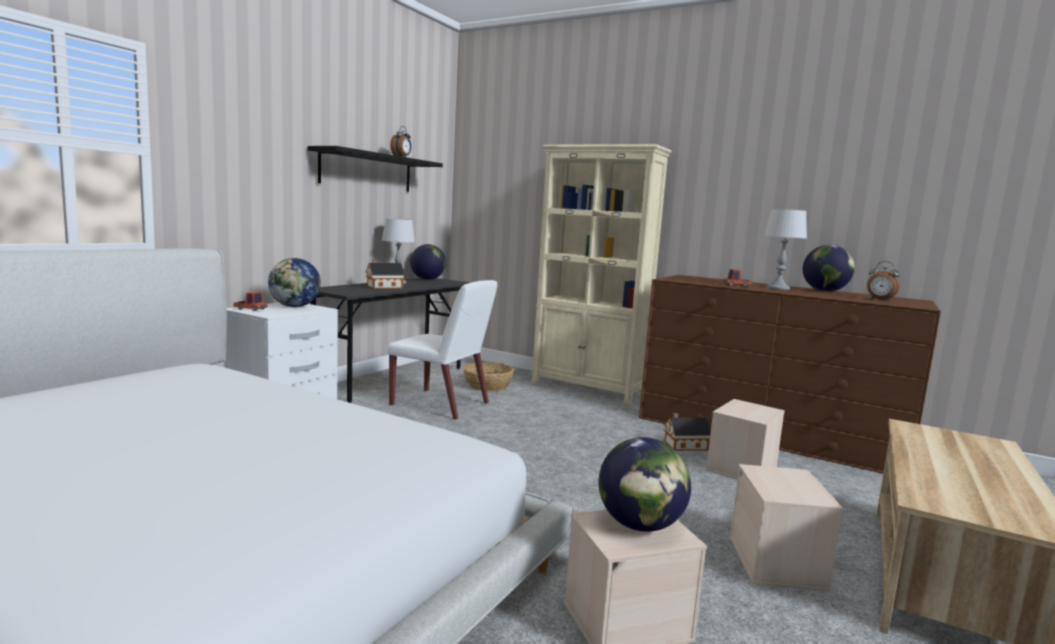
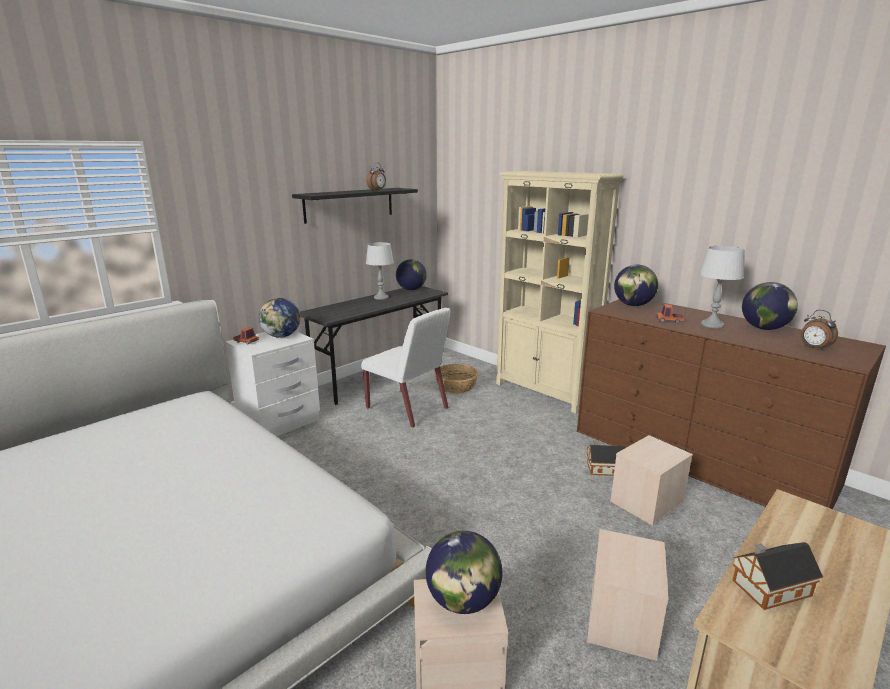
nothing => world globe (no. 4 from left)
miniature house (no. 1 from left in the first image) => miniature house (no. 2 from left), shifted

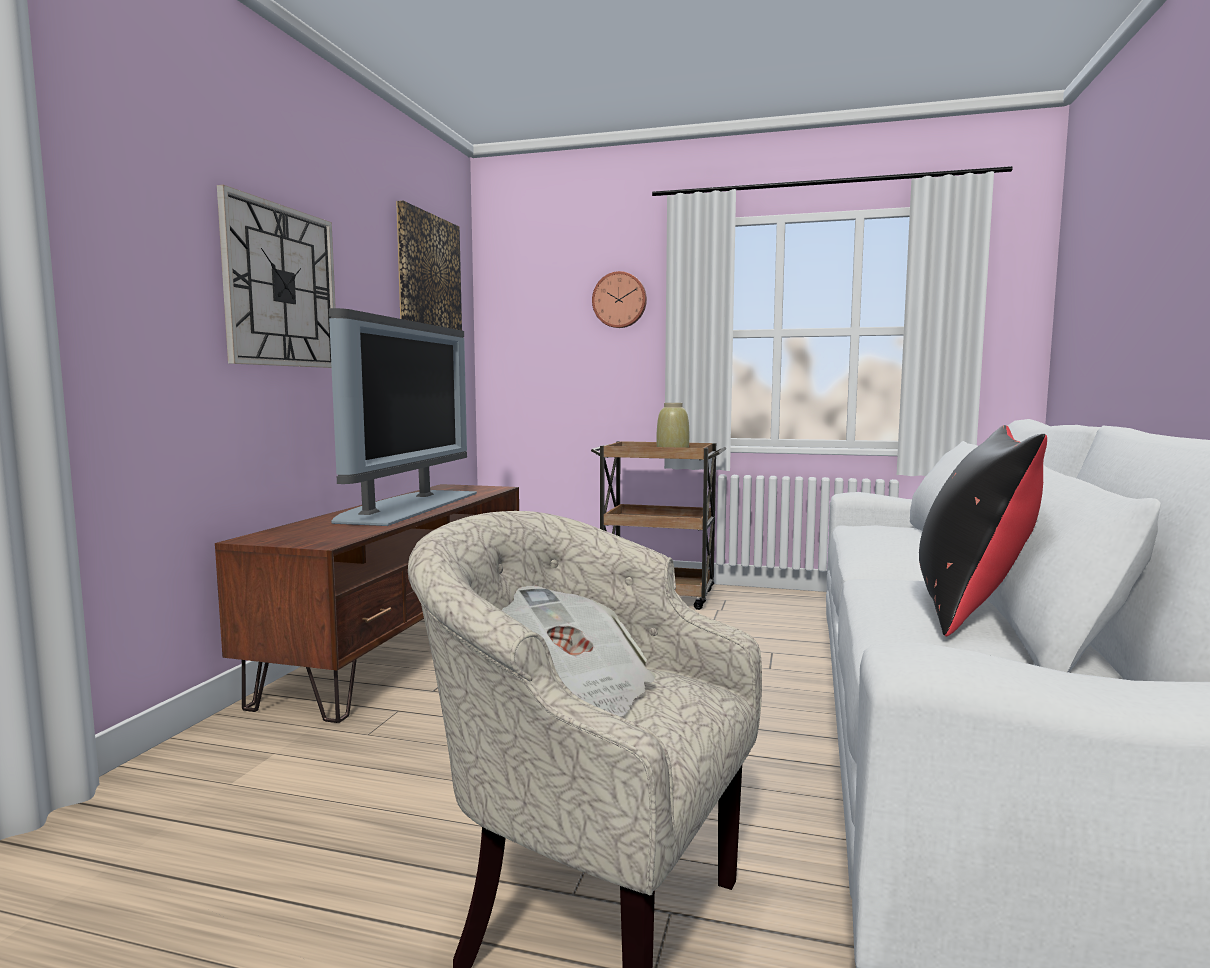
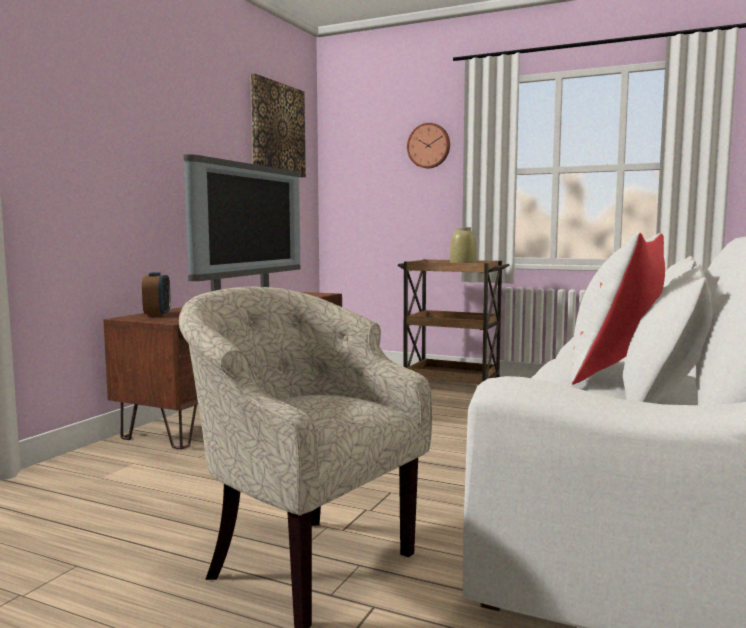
nothing => bedside clock
blackish throw pillow => white throw pillow
wall clock (no. 1 from left) => nothing
newspaper => nothing

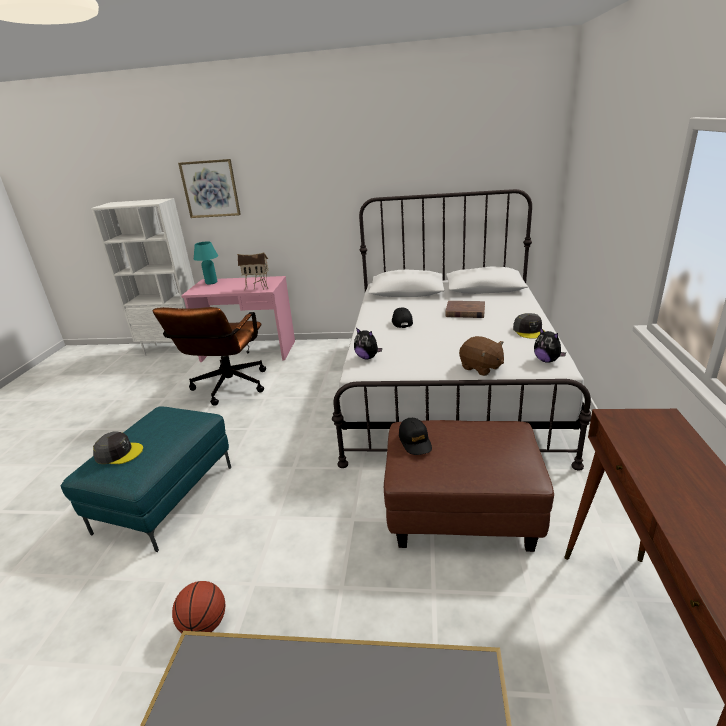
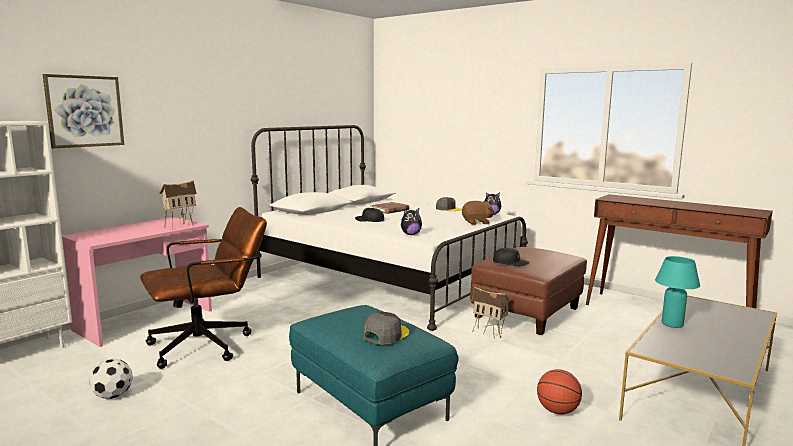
nothing => football
brown-coloured office chair, 75 degrees counterclockwise
nothing => miniature house (no. 2 from left)
turquoise table lamp, shifted

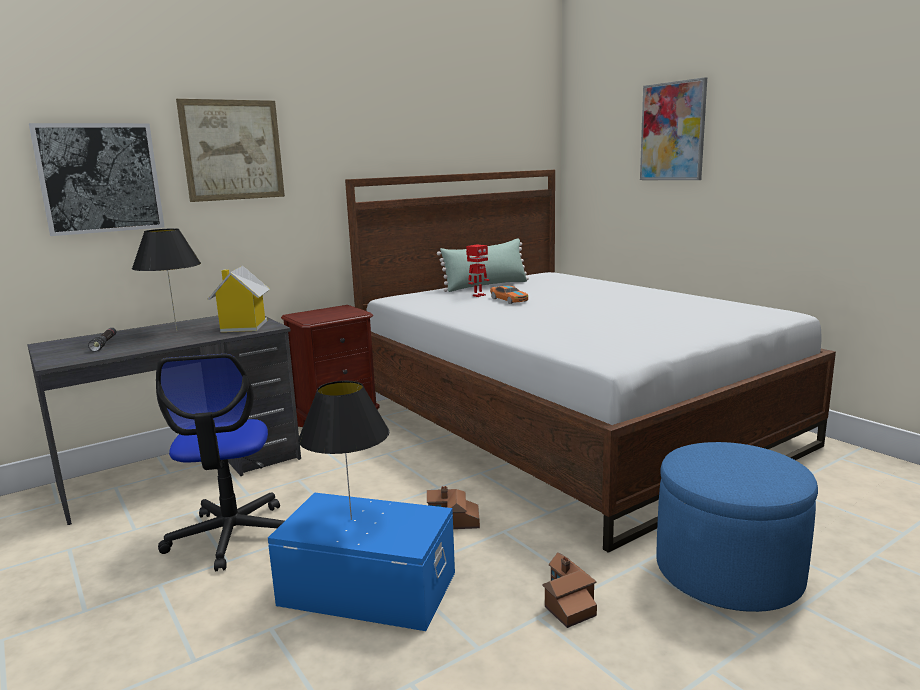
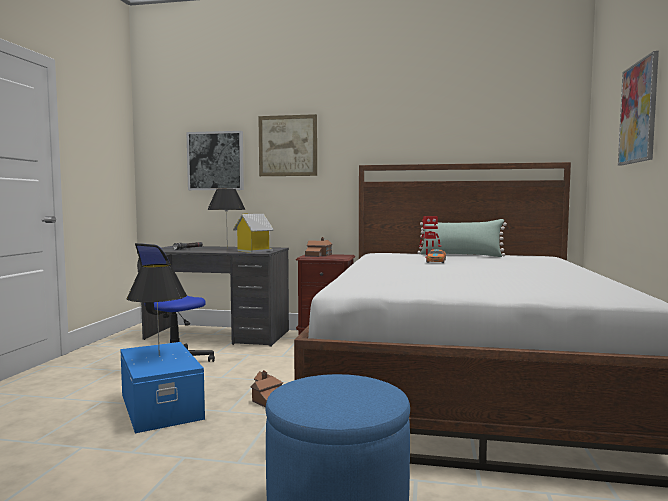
miniature house (no. 3 from left), shifted

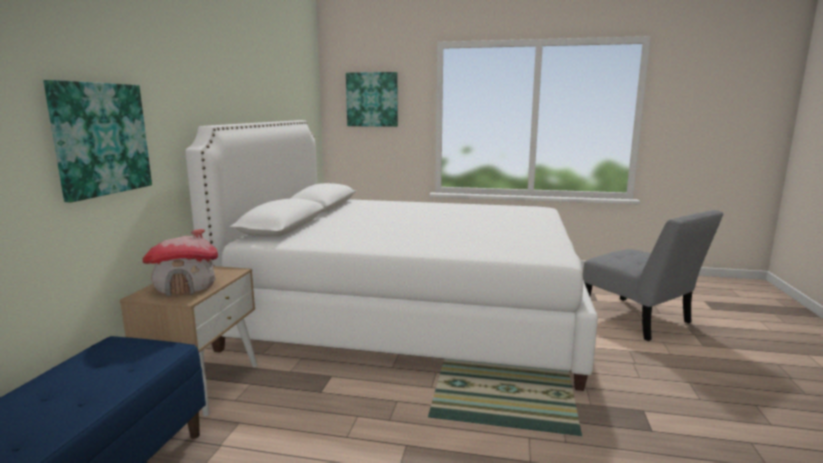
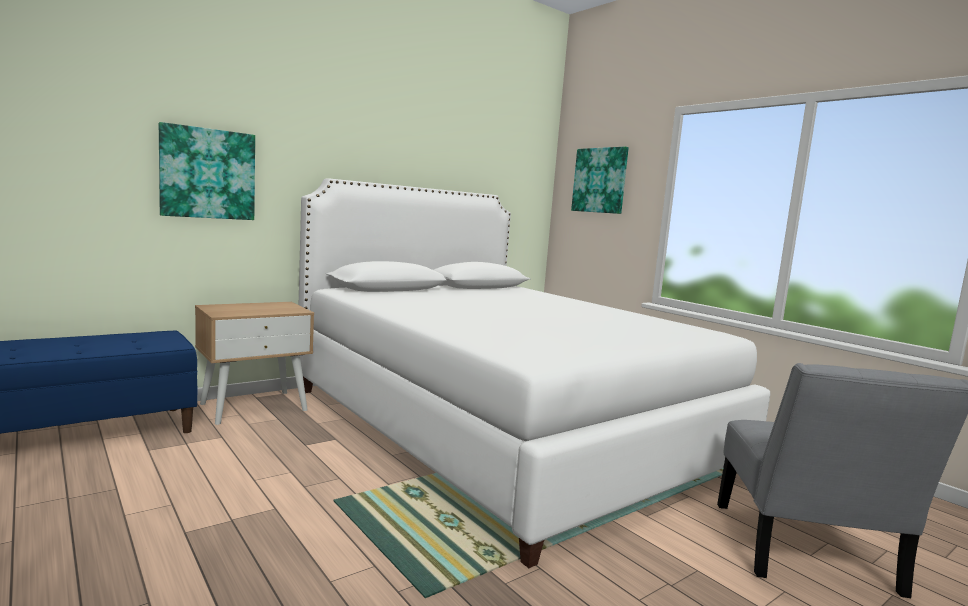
miniature house => nothing

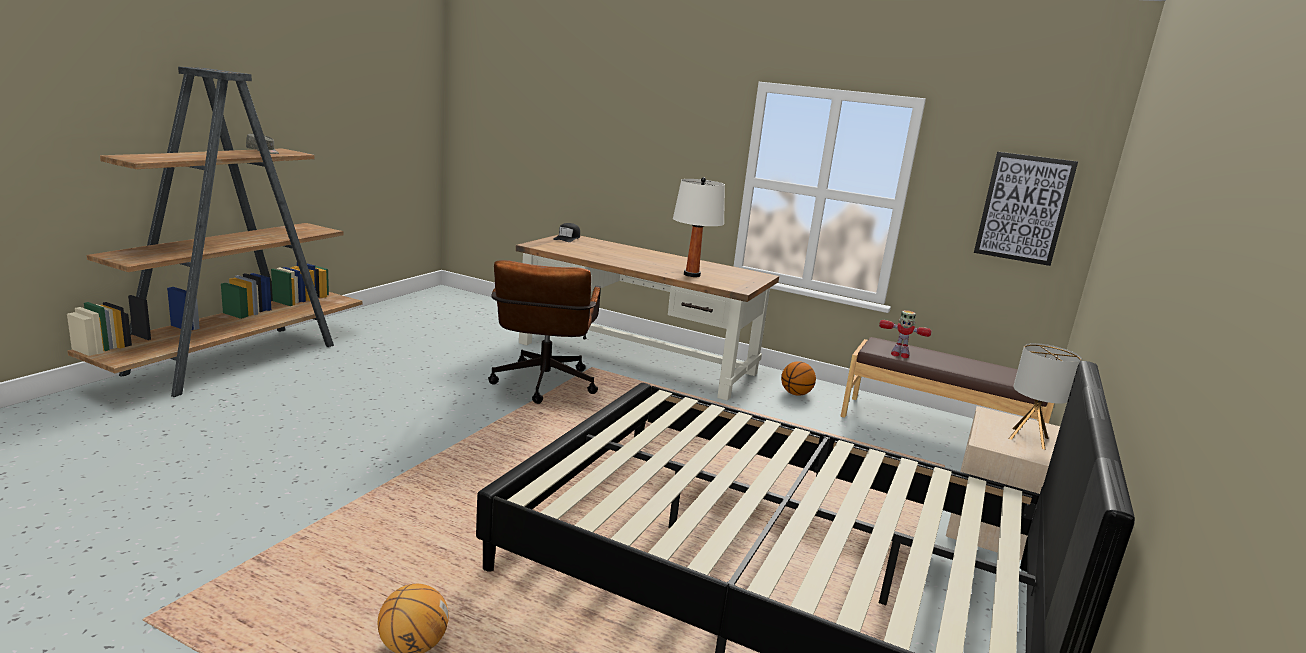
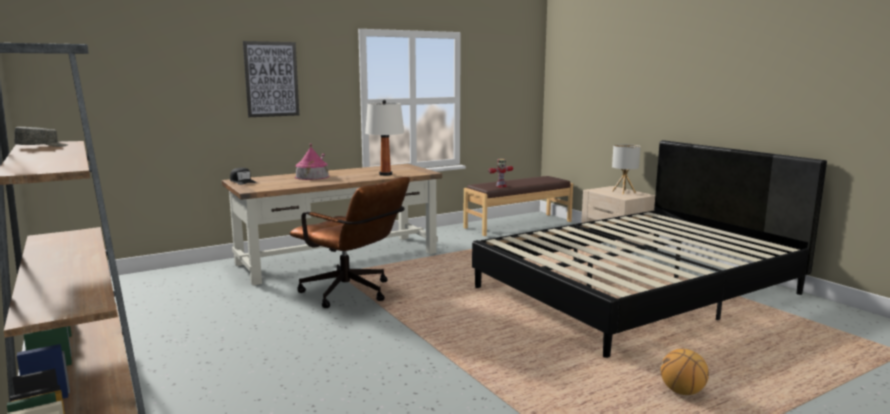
wall art, shifted
nothing => miniature house
ball for basketball (no. 2 from left) => nothing

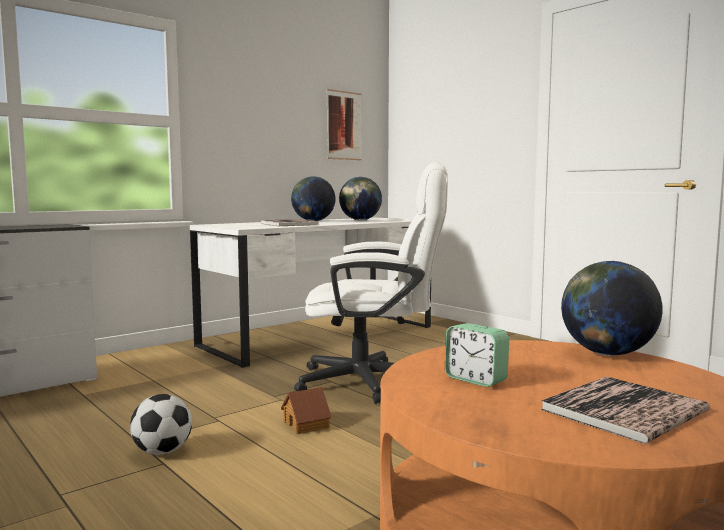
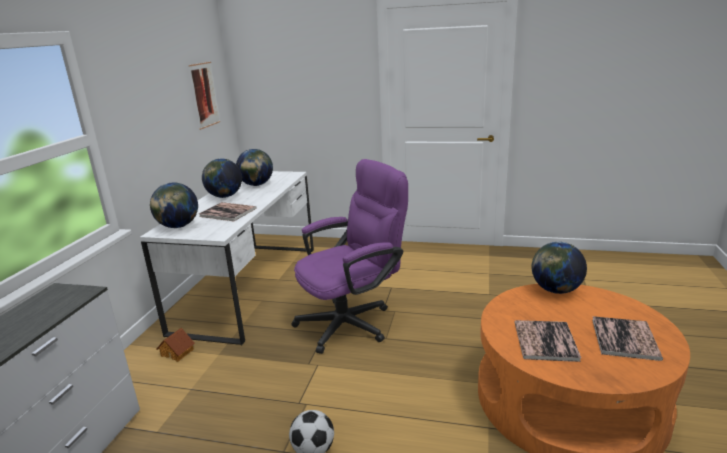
nothing => world globe (no. 1 from left)
miniature house, shifted
white office chair => purplish office chair
bedside clock => bound book (no. 2 from left)

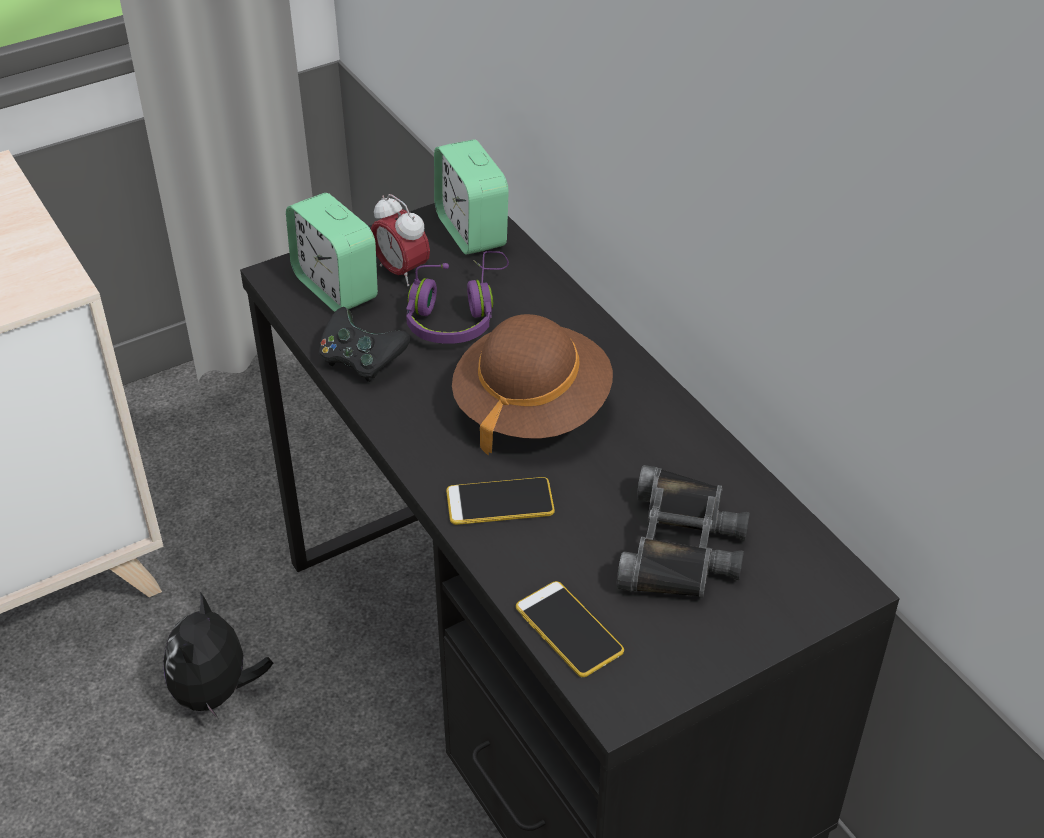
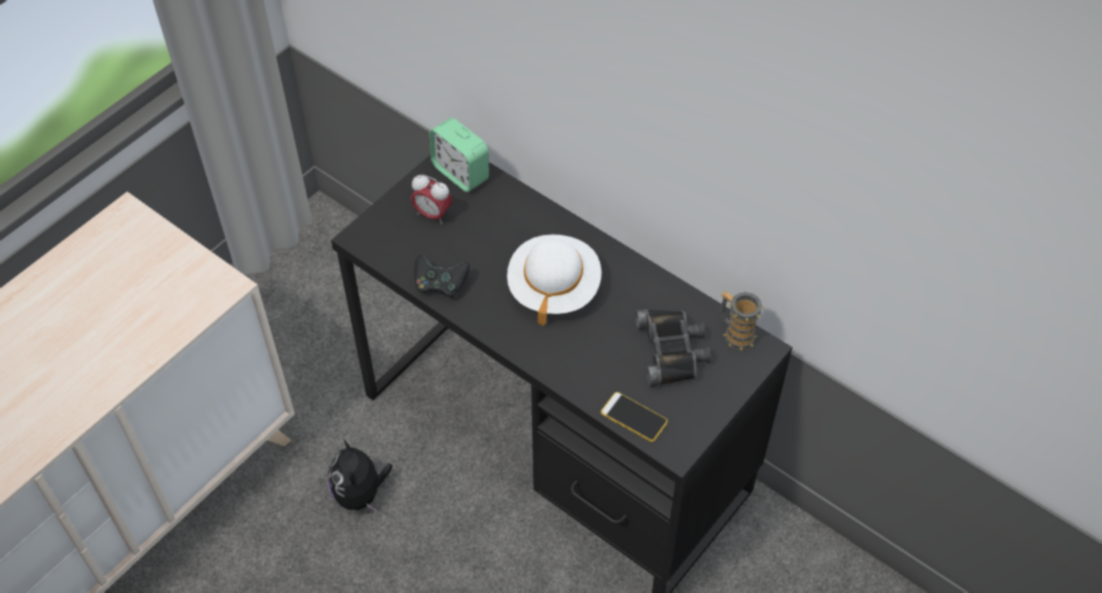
brown-coloured clothing hat => white clothing hat
nothing => tea mug
bedside clock (no. 1 from left) => nothing
purplish headset => nothing
handset (no. 1 from left) => nothing

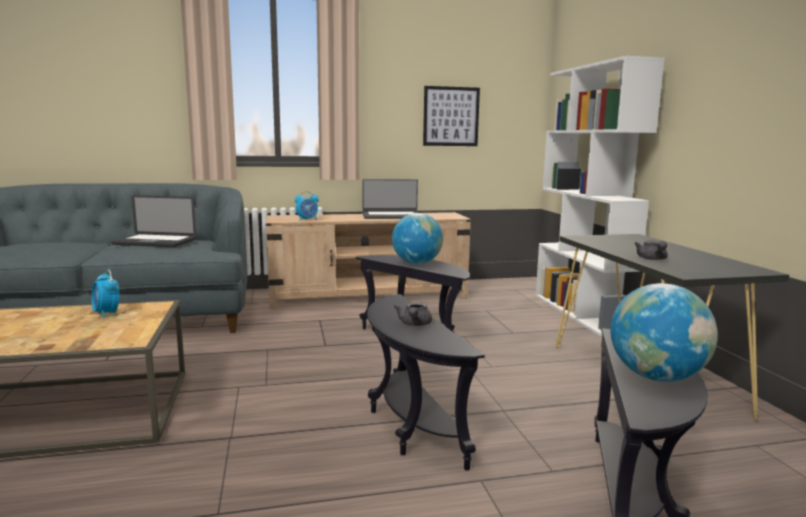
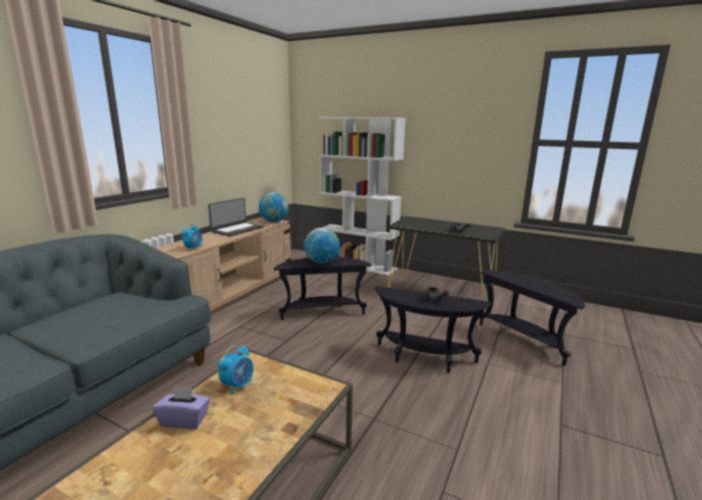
nothing => purplish tissue holder
bedside clock (no. 1 from left in the first image) => bedside clock (no. 2 from left), 60 degrees counterclockwise
world globe (no. 2 from left in the first image) => world globe (no. 1 from left), shifted
laptop (no. 1 from left) => nothing
wall art => nothing

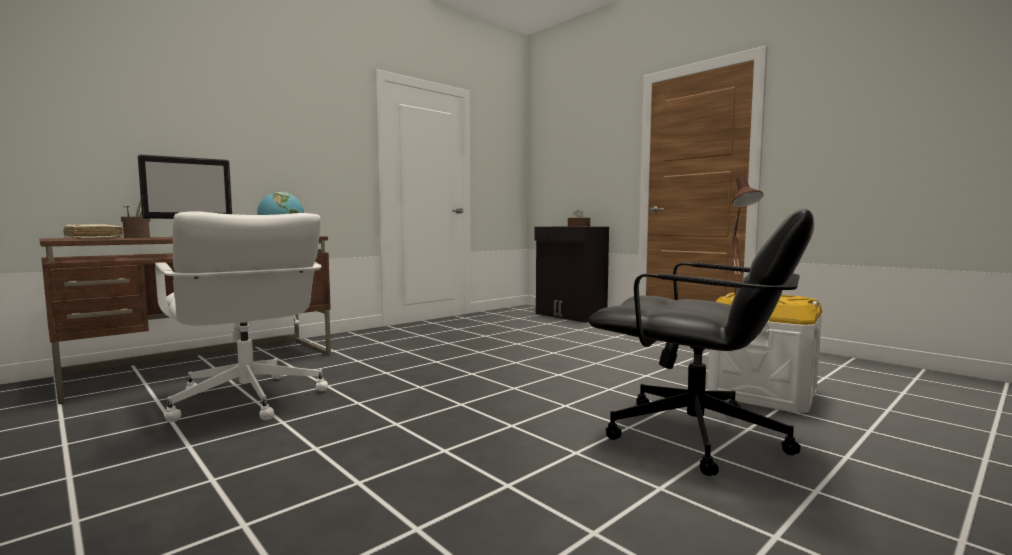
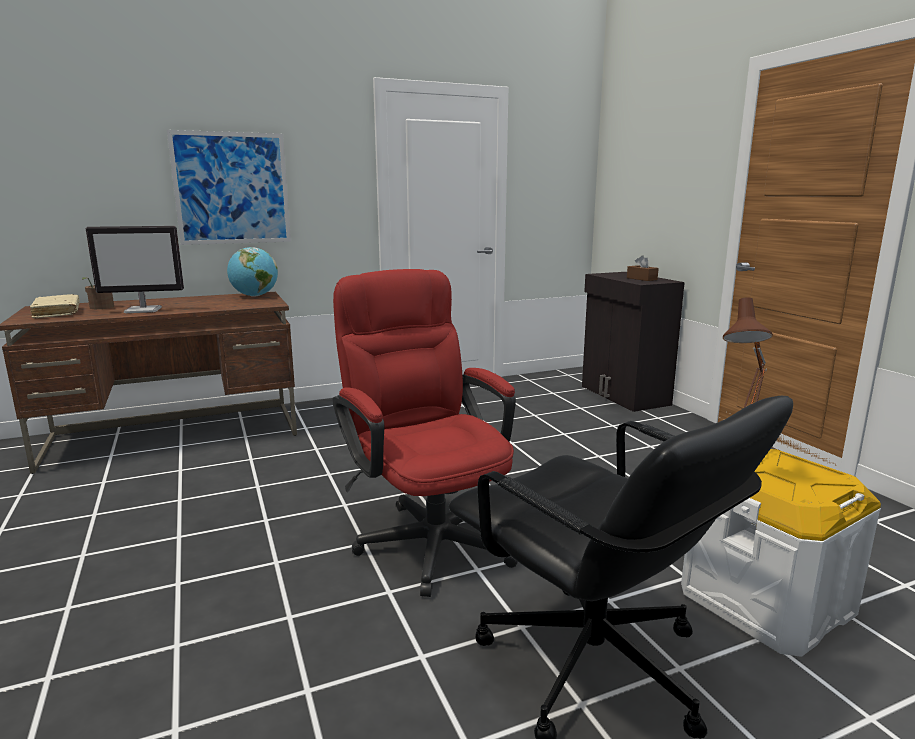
nothing => wall art
nothing => reddish office chair
white office chair => nothing

